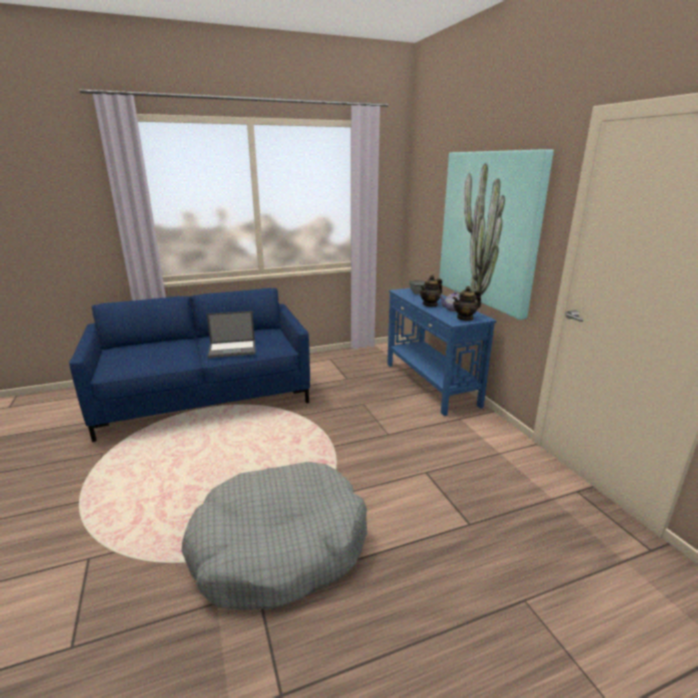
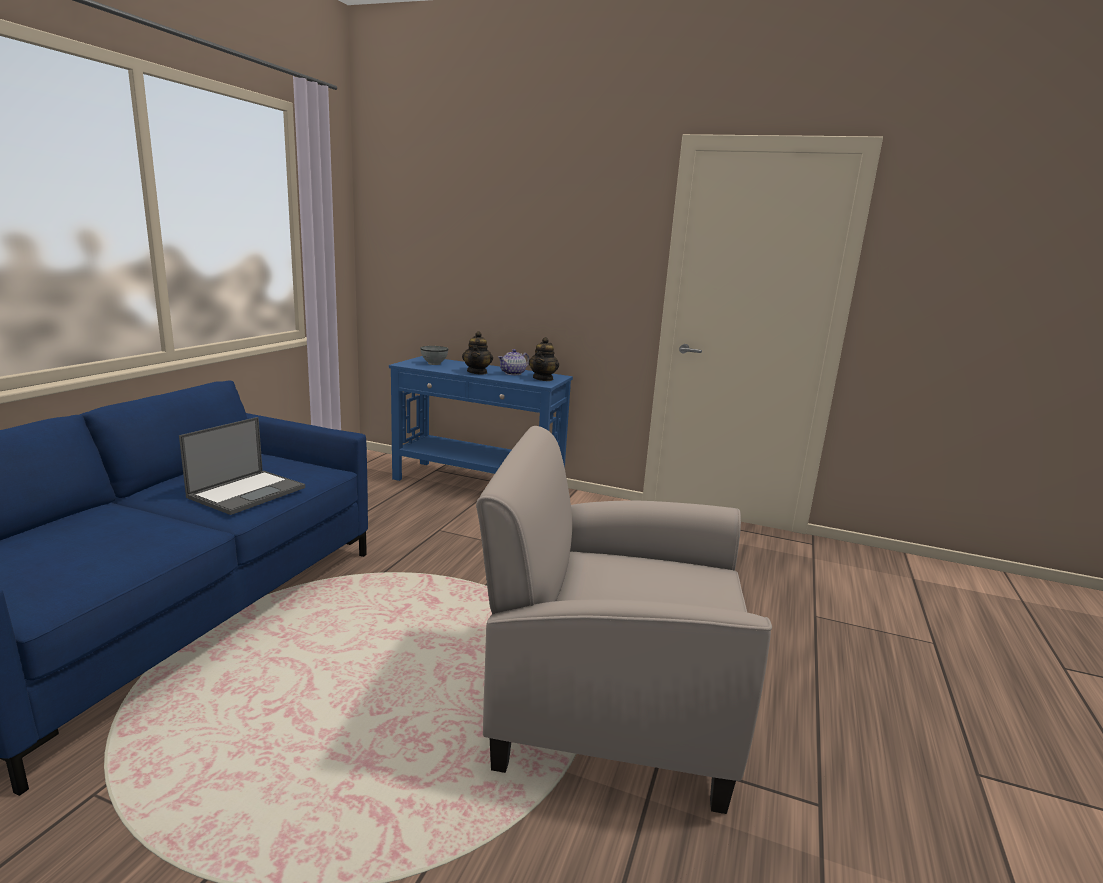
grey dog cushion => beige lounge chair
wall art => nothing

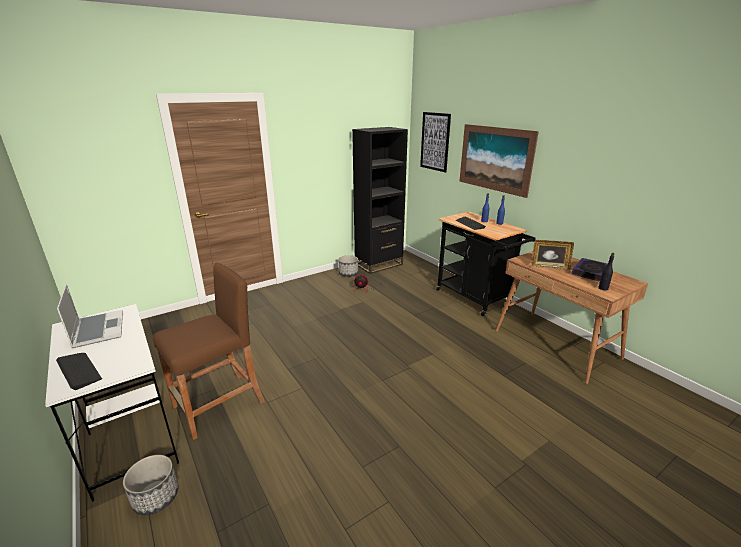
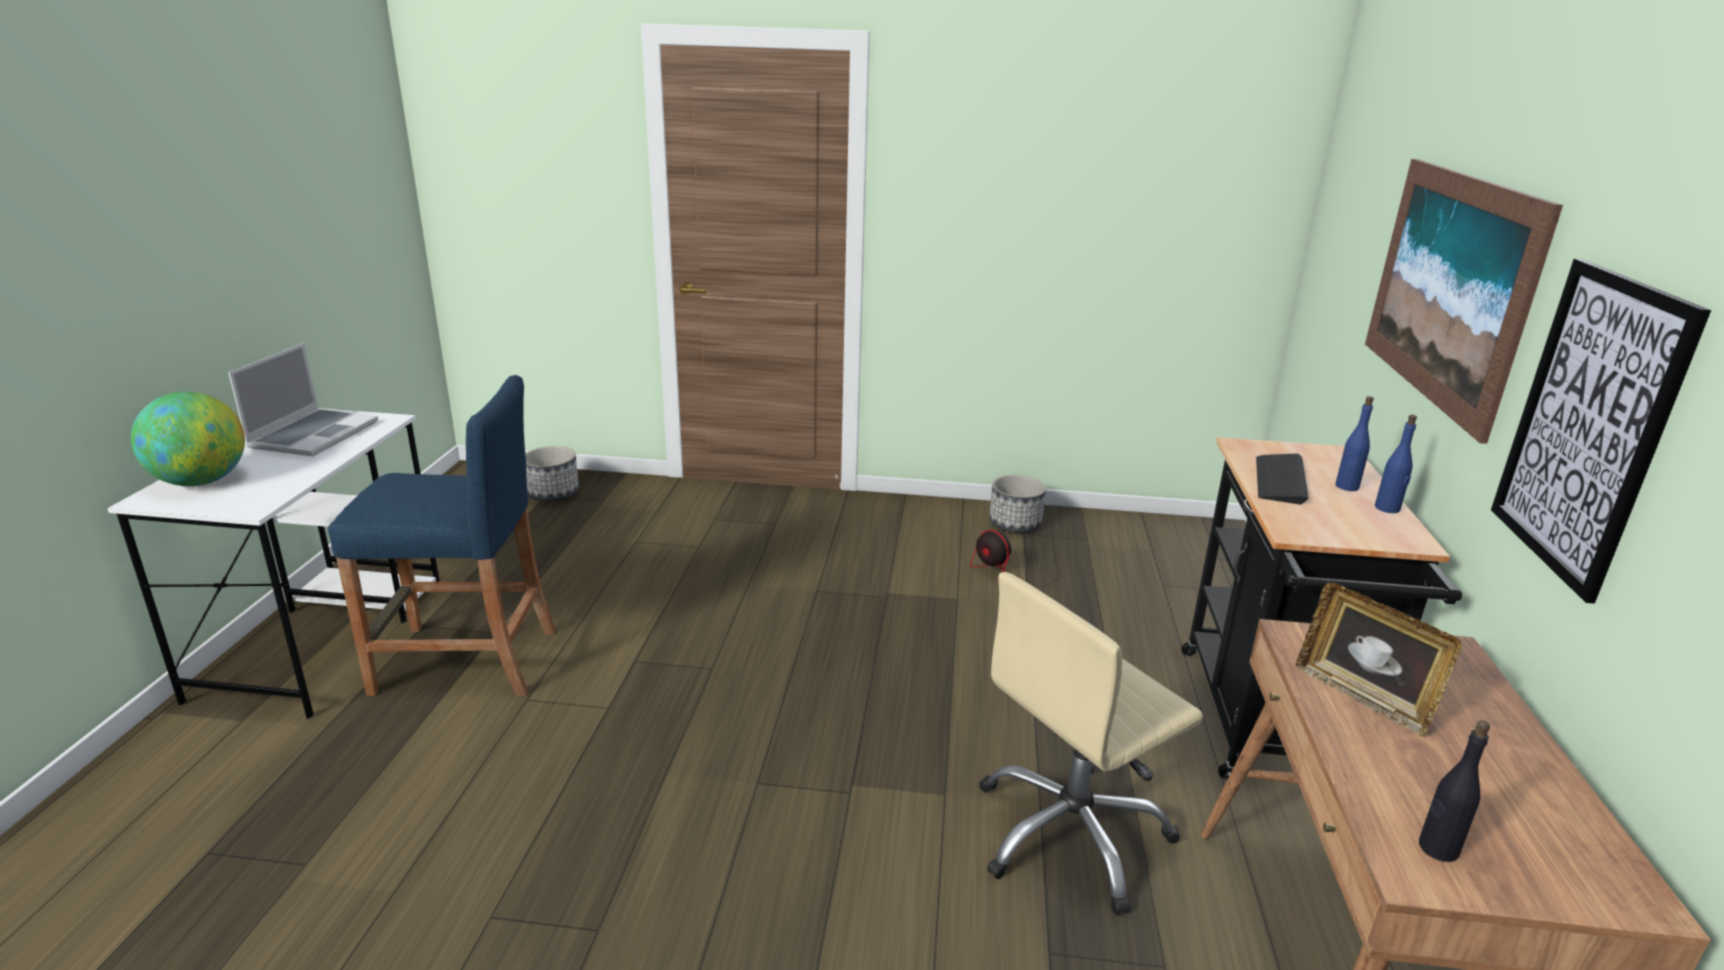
computer keyboard (no. 1 from left) => world globe
brown-coloured stool => blue stool
flower pot (no. 1 from left), shifted
nothing => beige office chair
wall art (no. 1 from left in the first image) => wall art (no. 2 from left), shifted
blackish bookcase => nothing
bound book => nothing

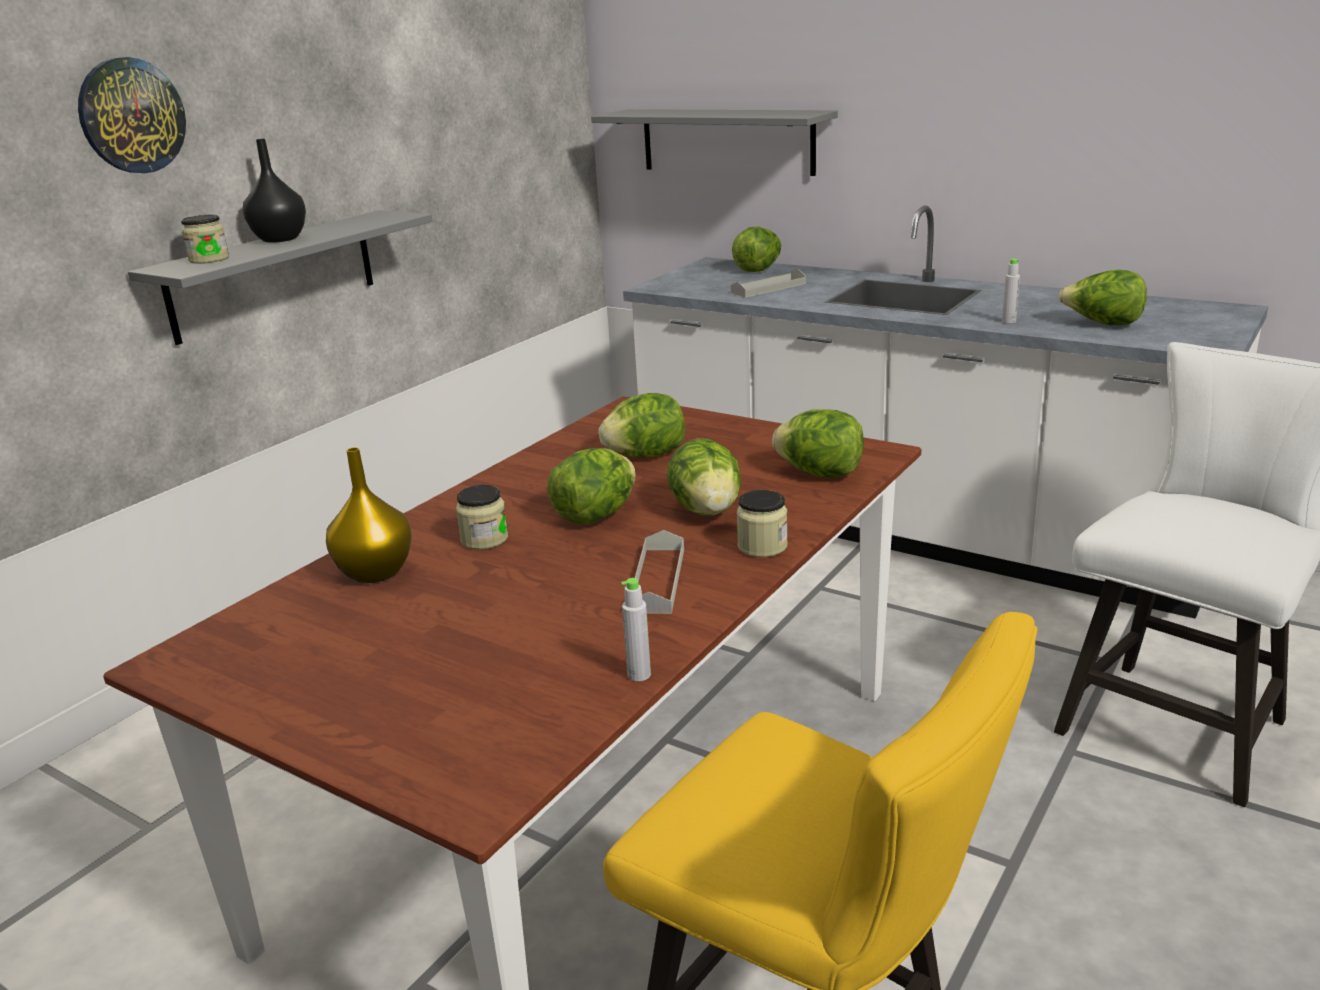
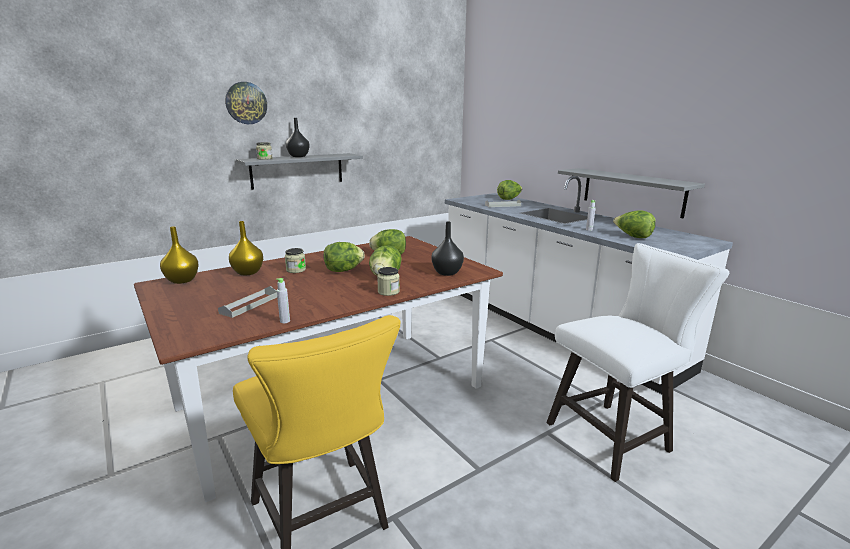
nothing => yellow-coloured decorative vase (no. 1 from left)
grey tray (no. 1 from left), shifted
lettuce head (no. 5 from left) => blackish decorative vase (no. 2 from left)
grey shelf (no. 2 from left), shifted

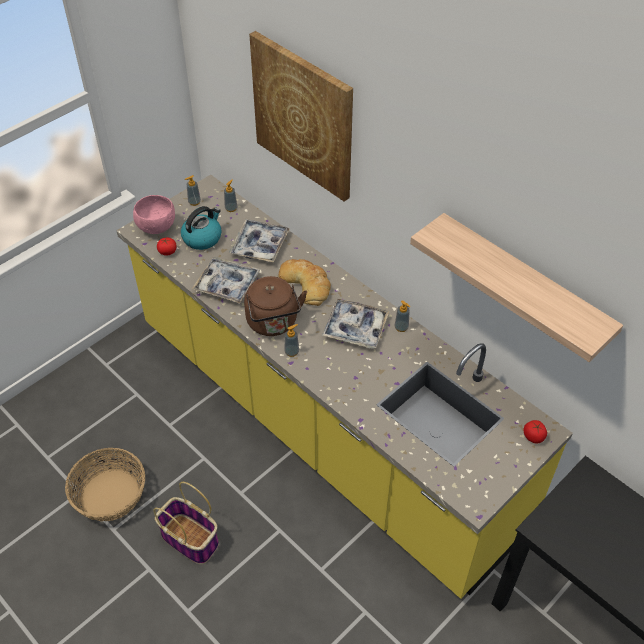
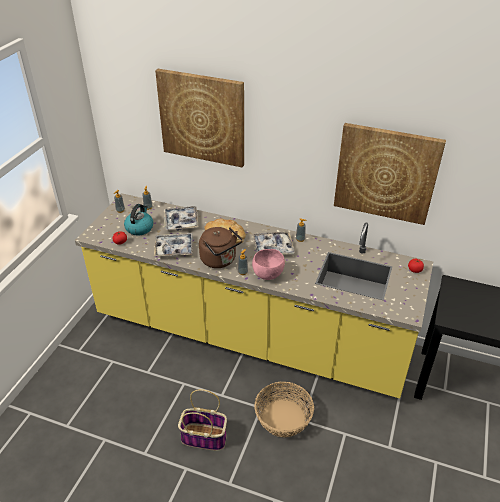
pink-coloured bowl, shifted
household basket (no. 1 from left in the first image) => household basket (no. 2 from left), shifted
shelf => wall art (no. 2 from left)

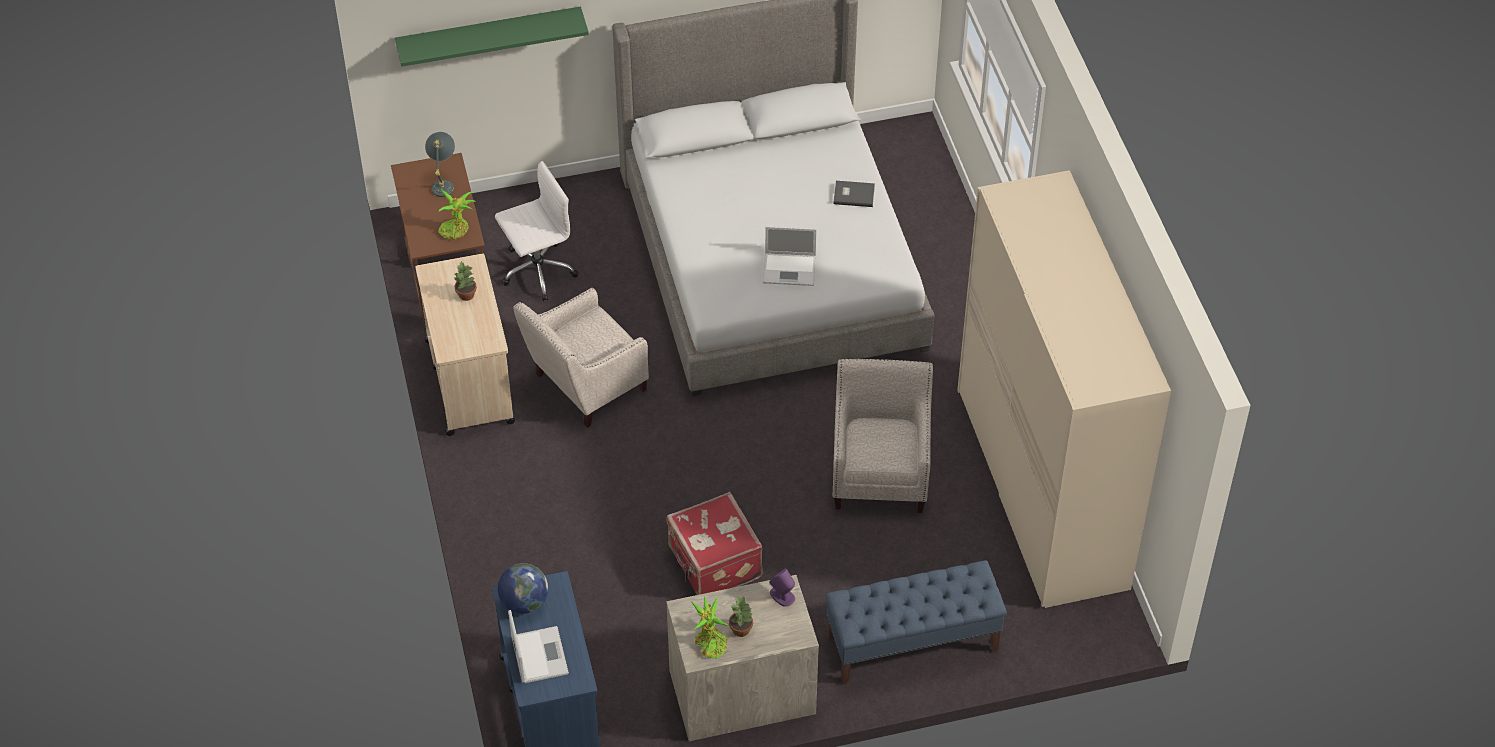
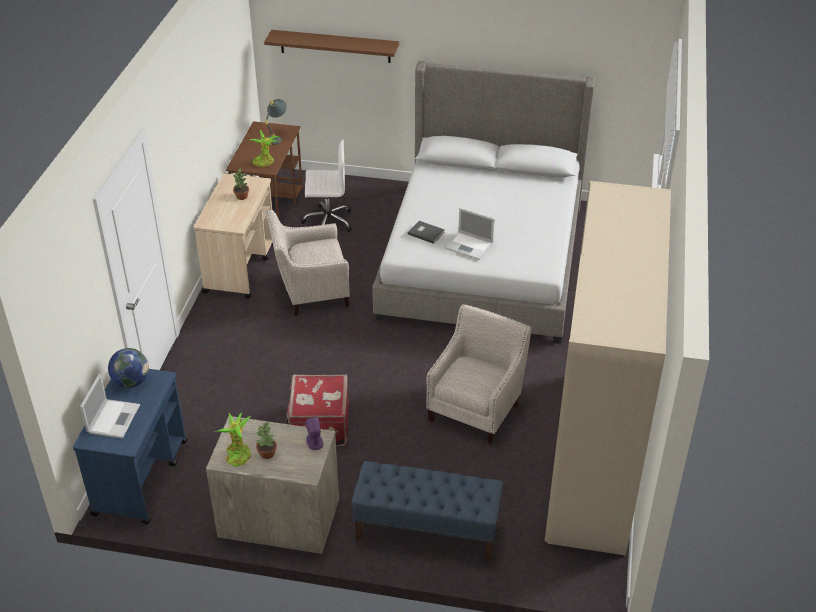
greenish shelf => brown-coloured shelf
grey bound book, shifted

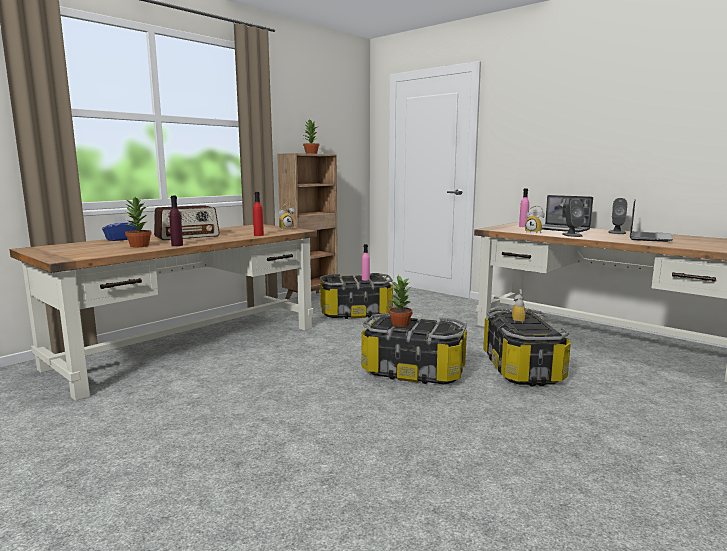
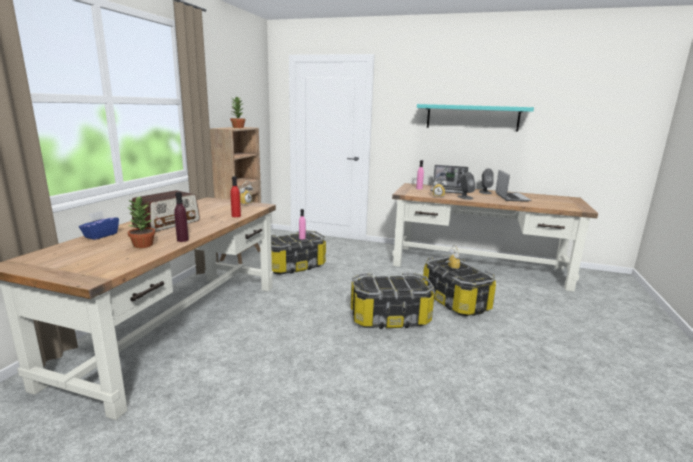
nothing => turquoise shelf
plant in a pot (no. 3 from left) => nothing

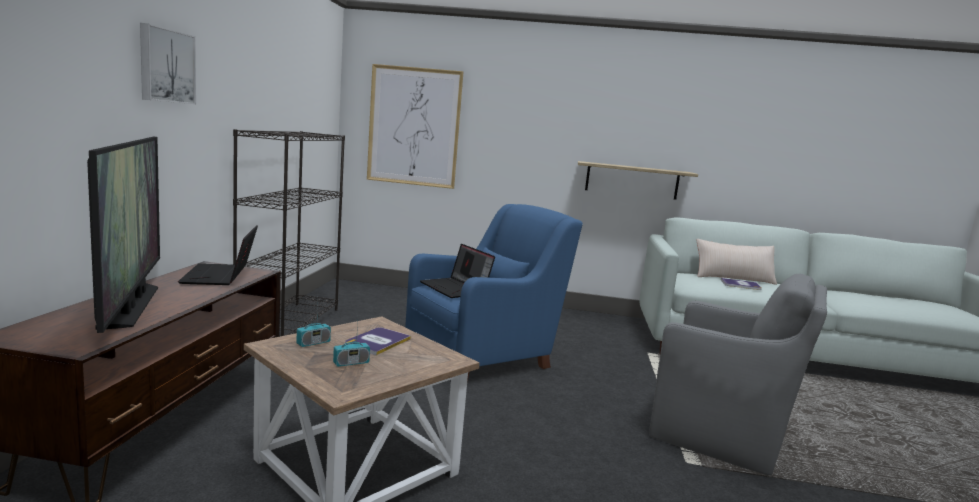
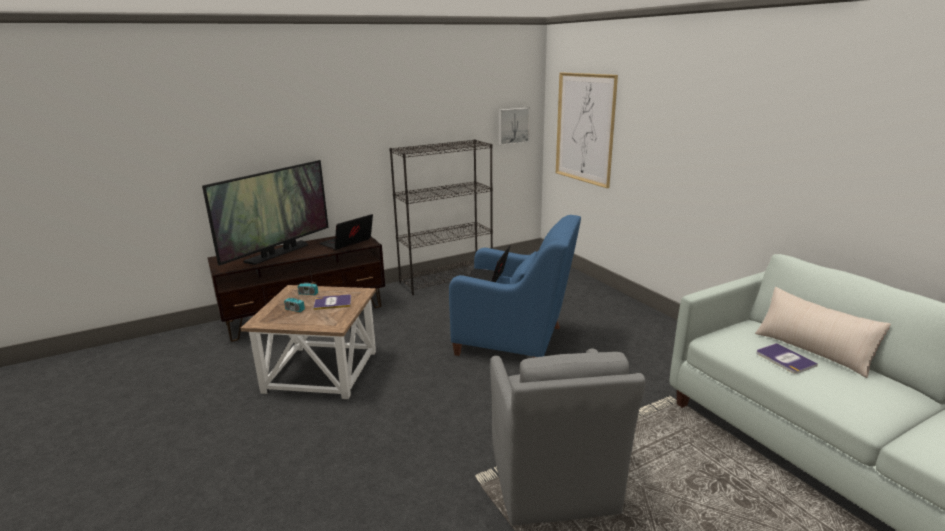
wall art (no. 1 from left), shifted
shelf => nothing

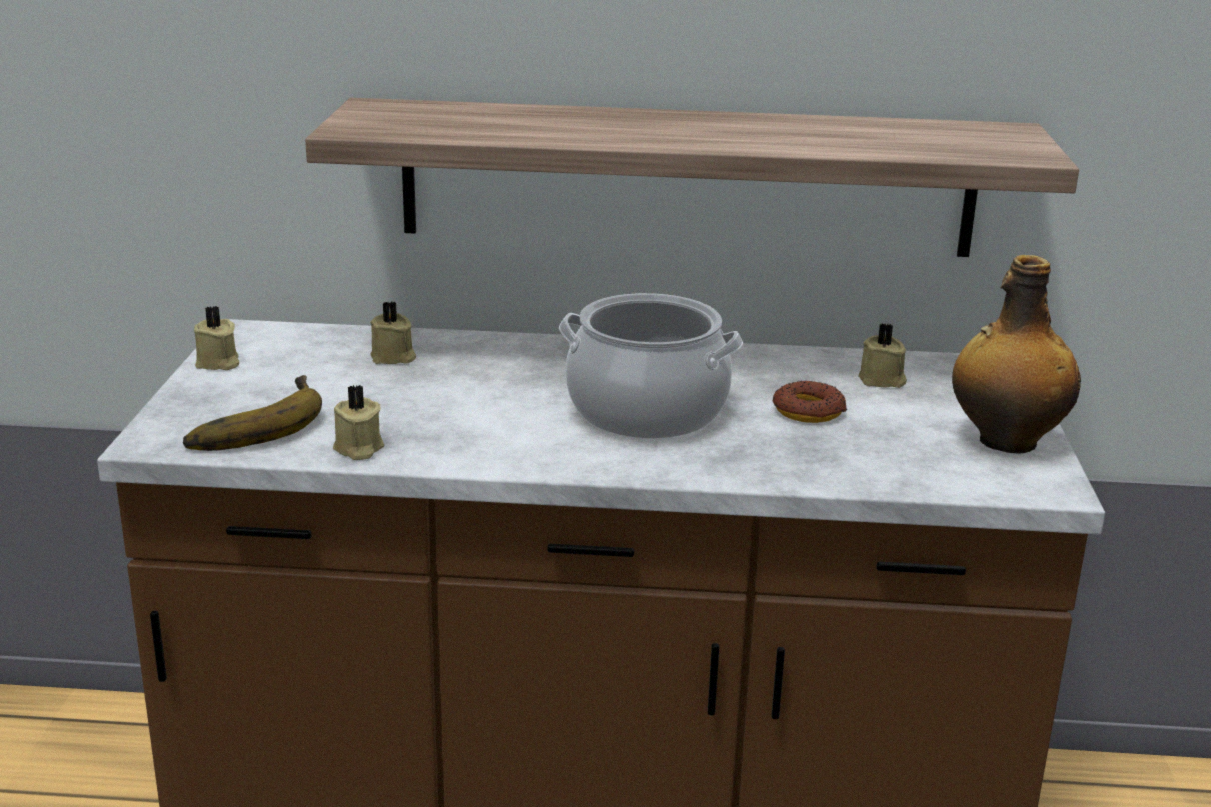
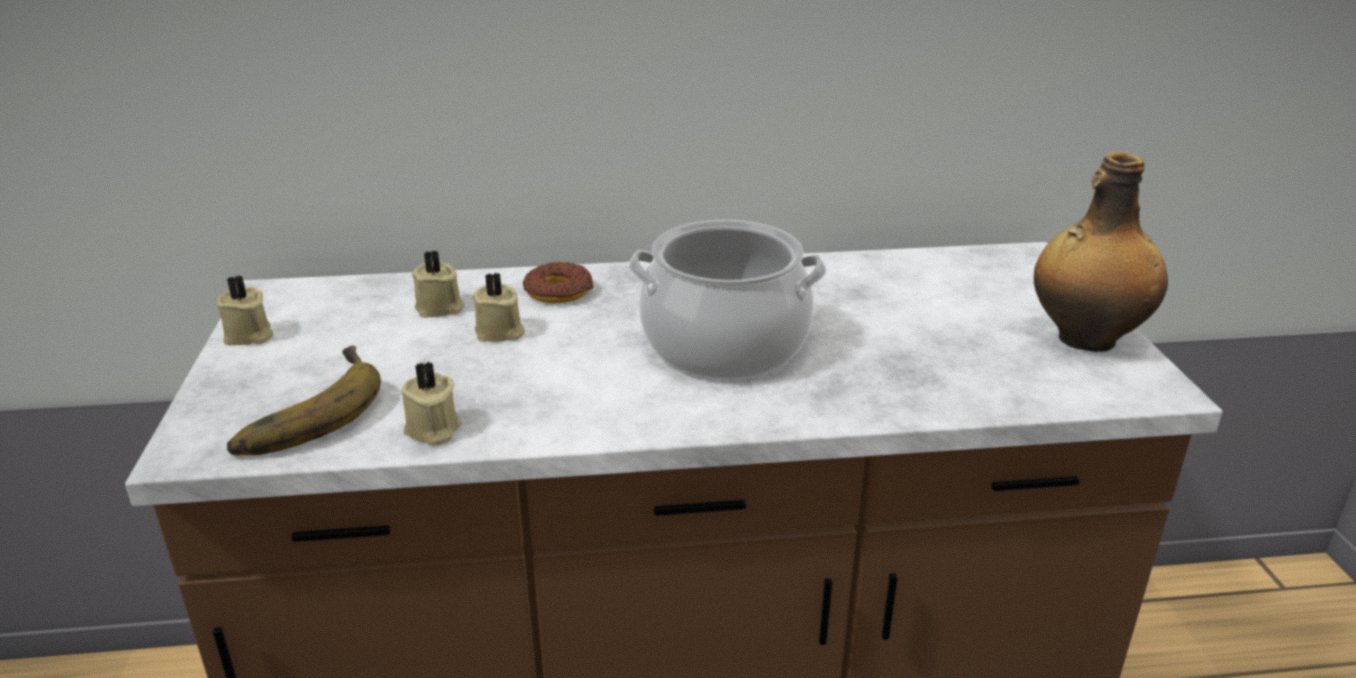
beige wax candle (no. 4 from left), shifted
donut, shifted
shelf => nothing

